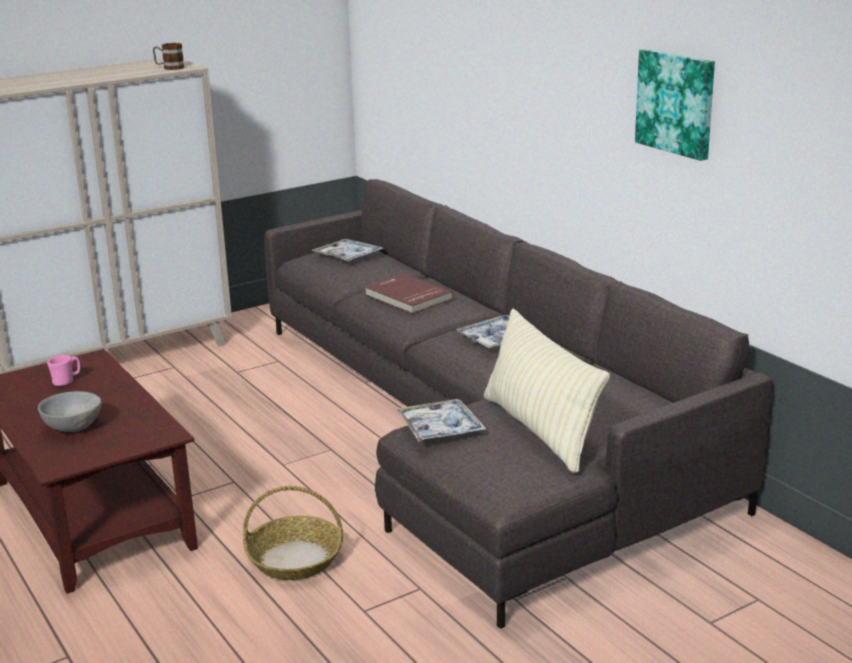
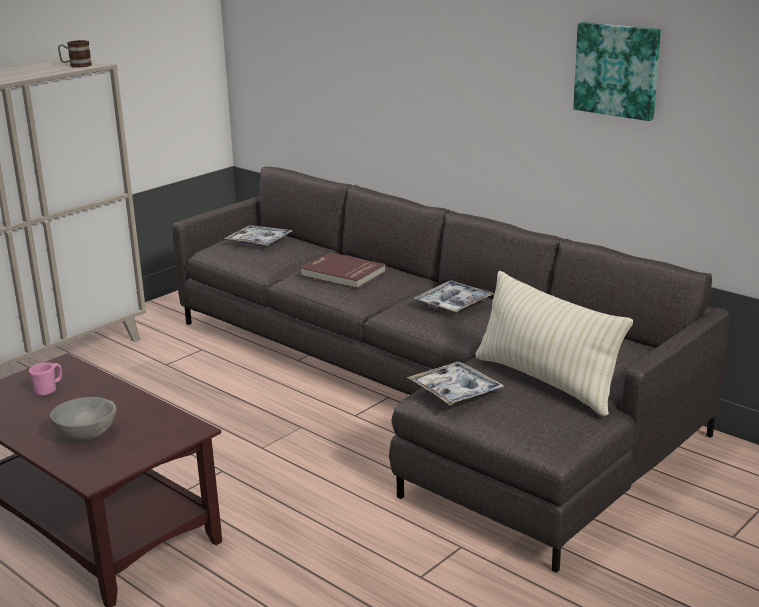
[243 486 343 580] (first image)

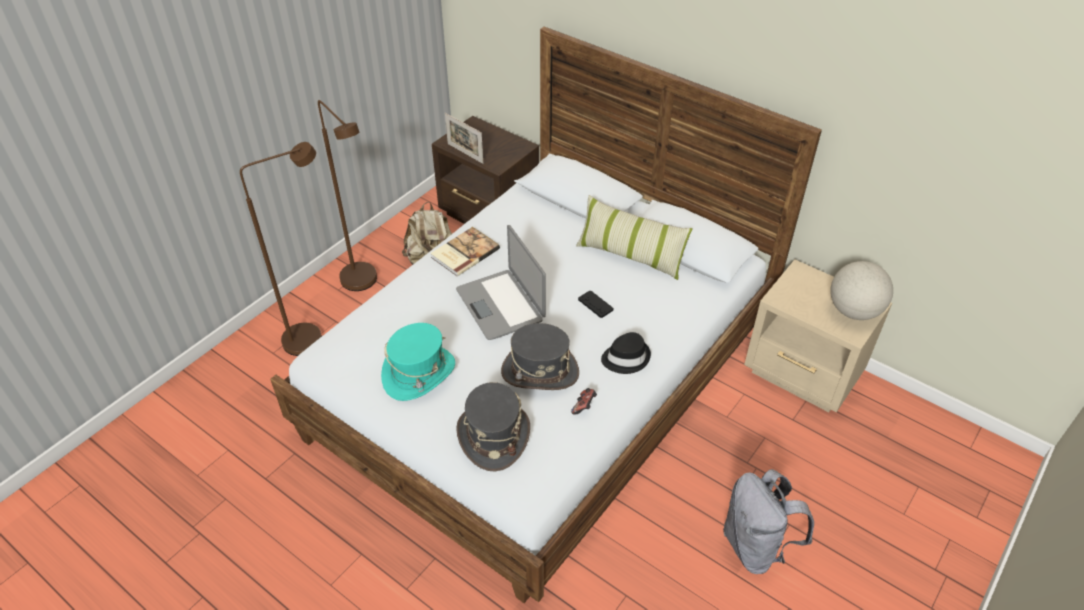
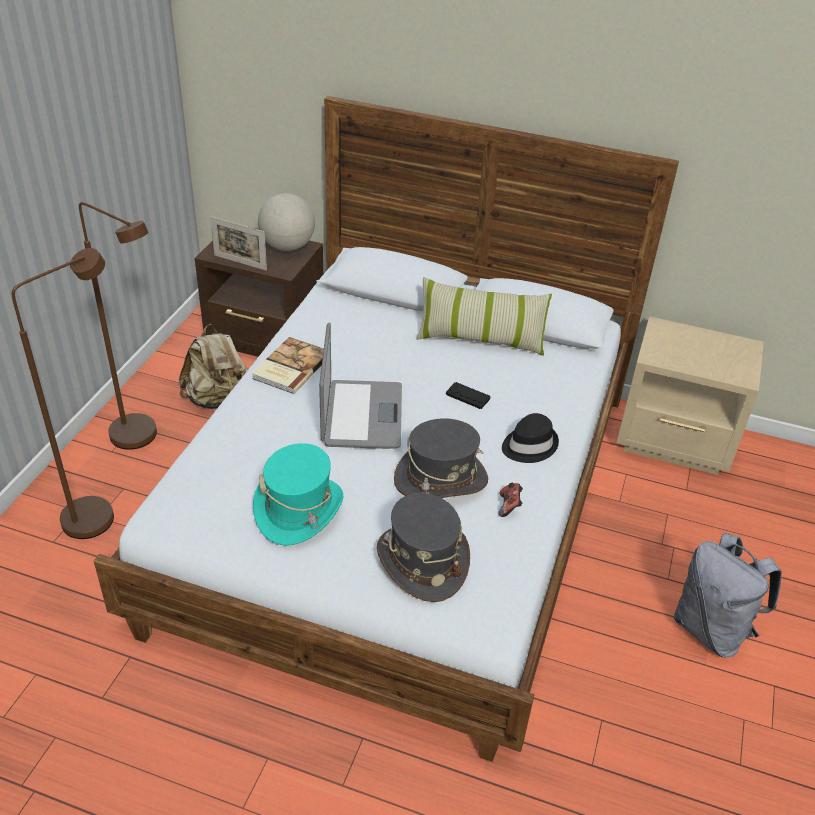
[319 323 402 449]
[258 193 315 251]

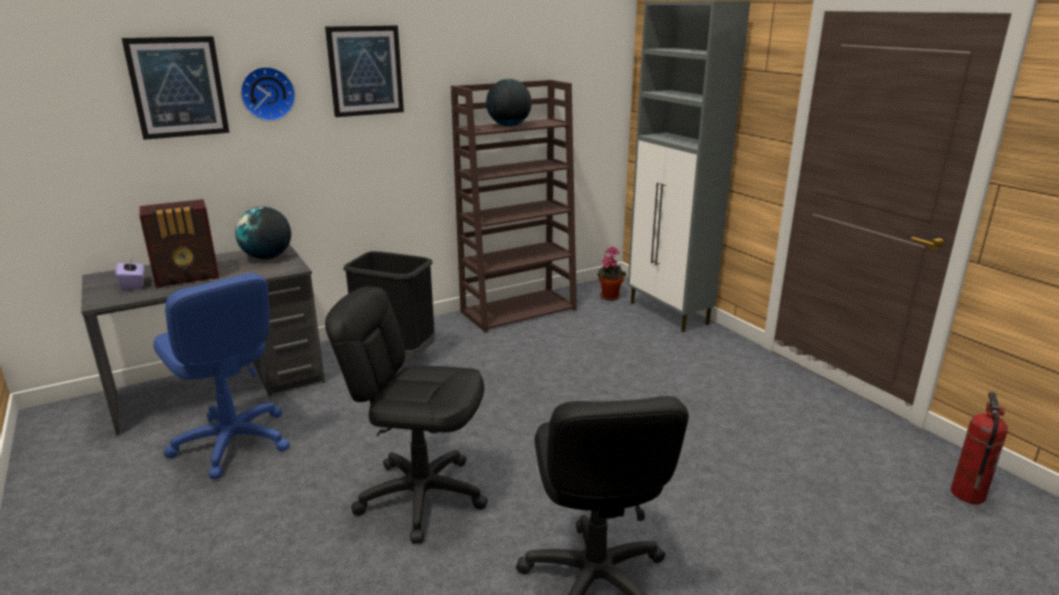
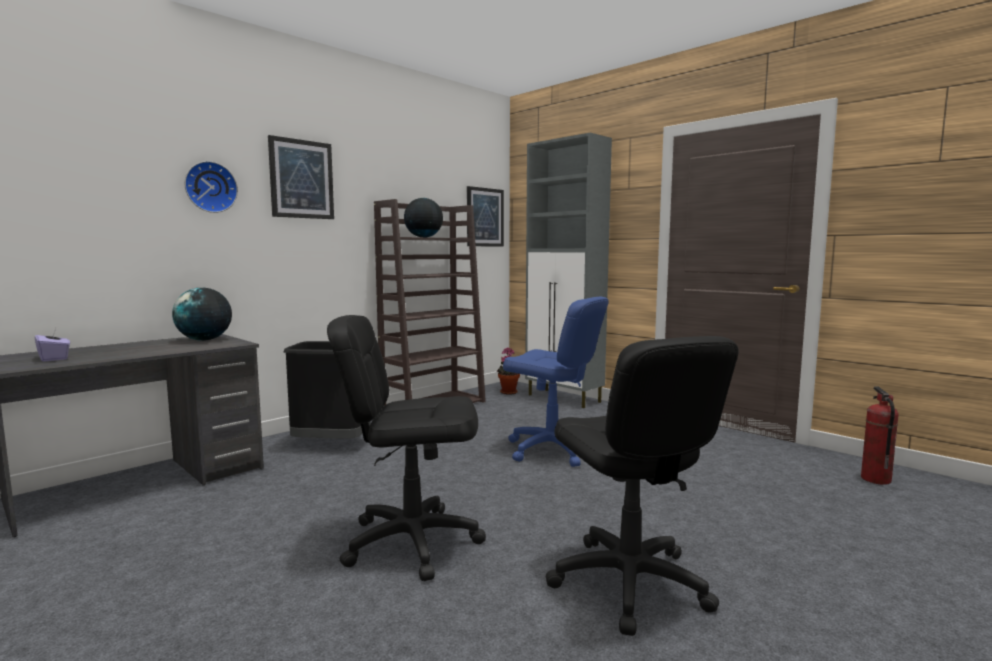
[467 186 504 247]
[139 199 219 288] (first image)
[503 297 608 467]

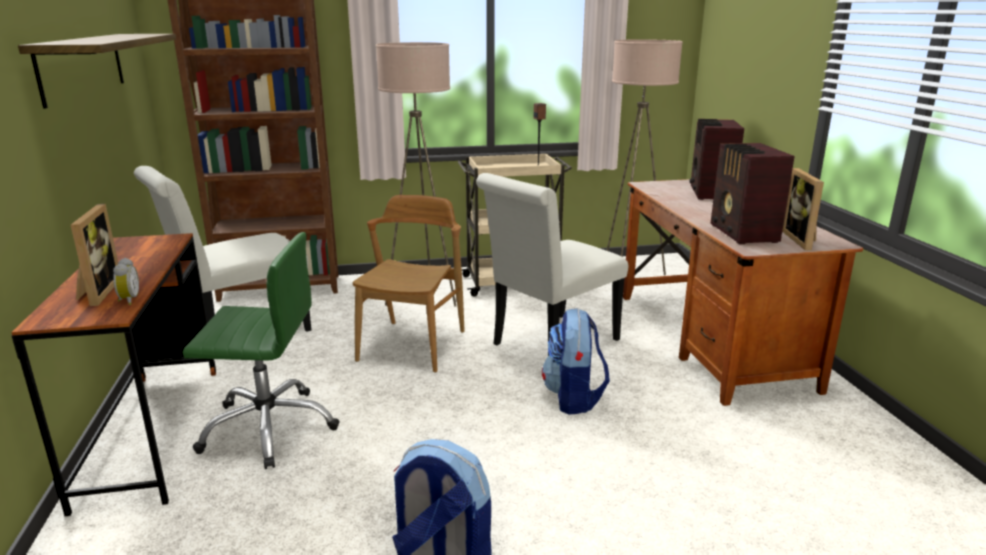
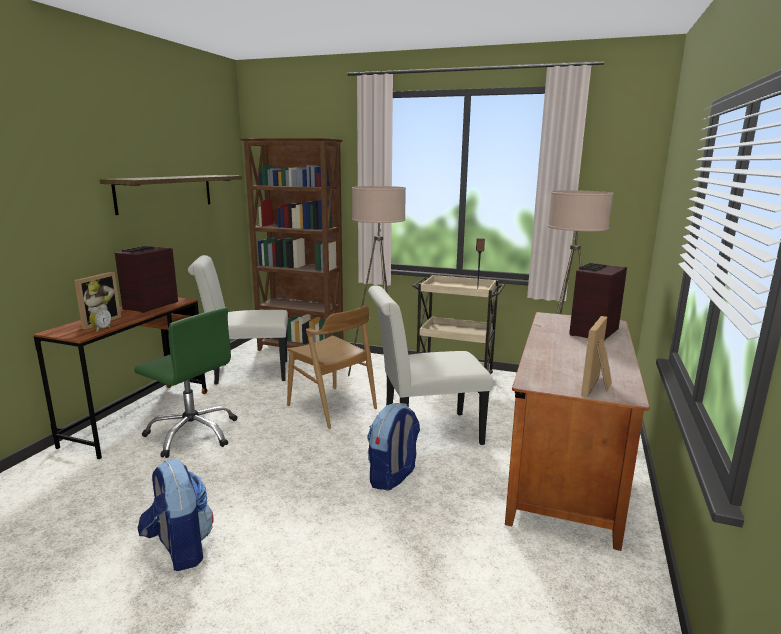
[287 306 377 429]
[115 246 178 313]

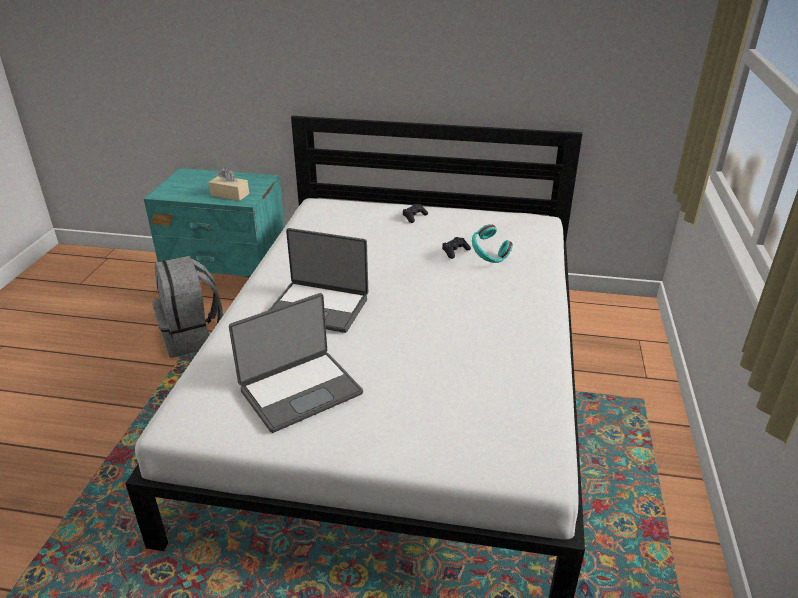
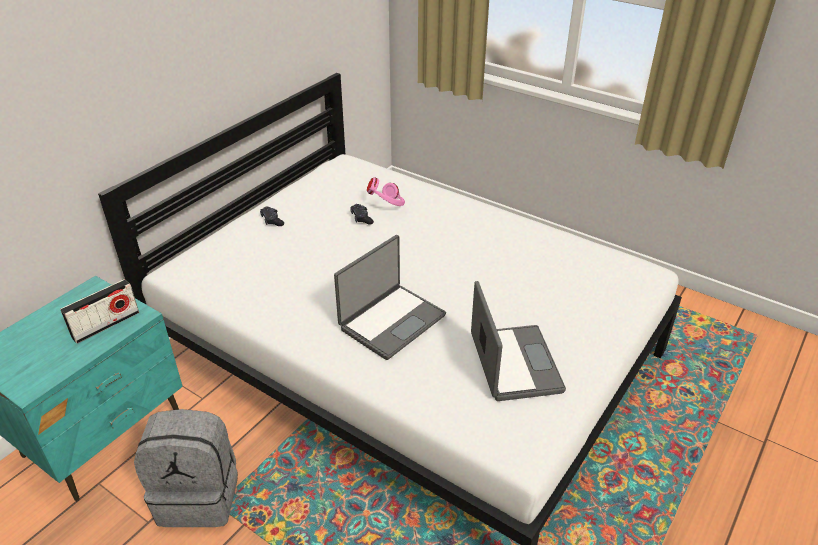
[60 279 139 344]
[367 177 405 206]

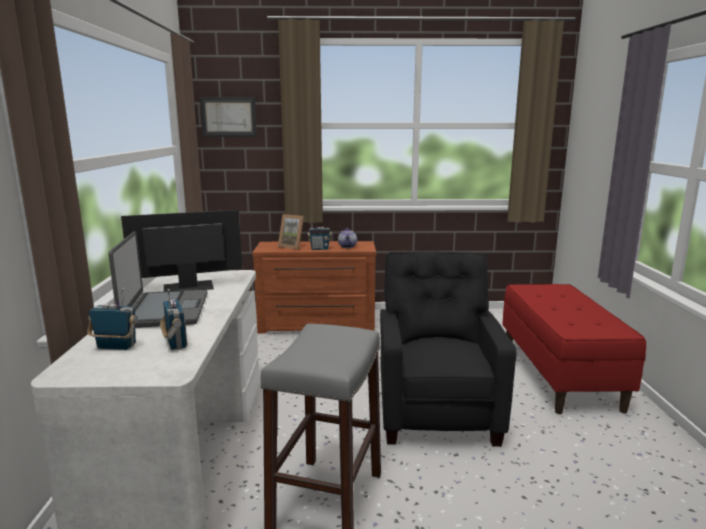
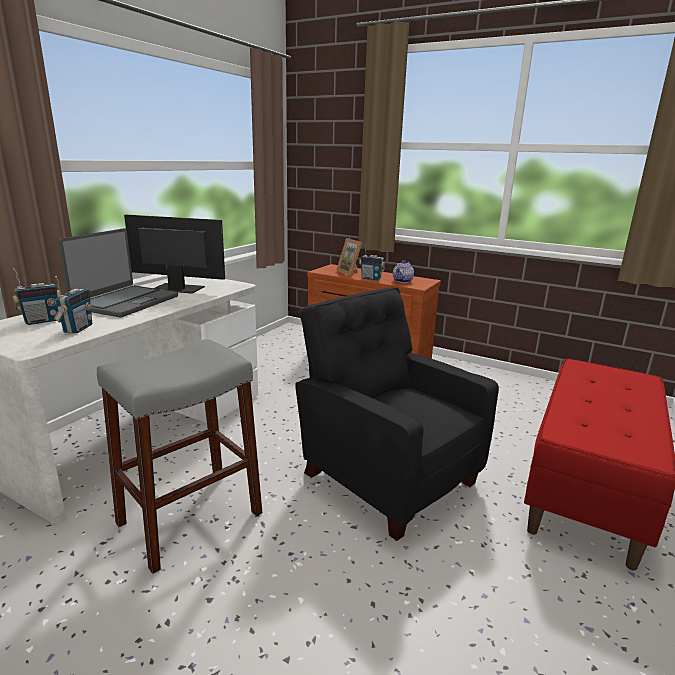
[12 268 60 325]
[200 97 257 137] (first image)
[295 287 499 541]

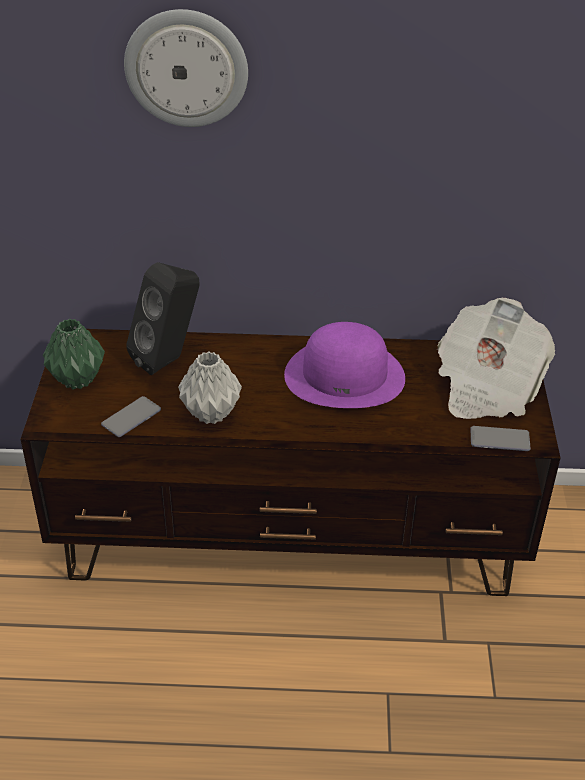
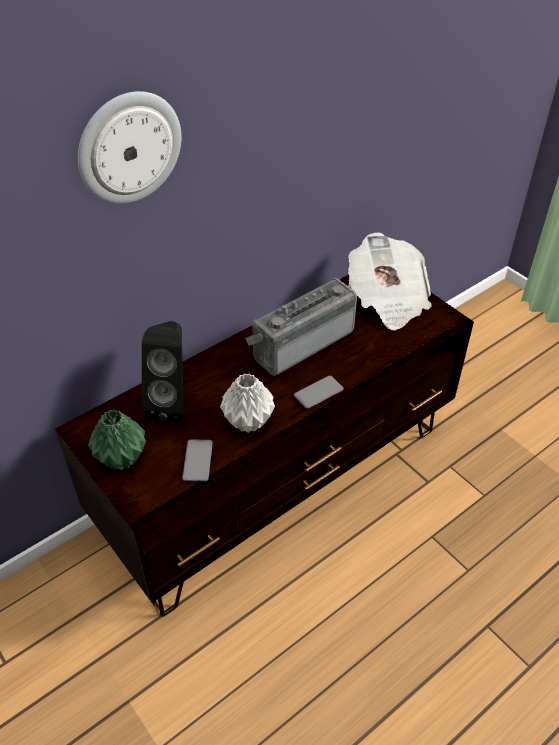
[245 278 357 376]
[294 376 344 409]

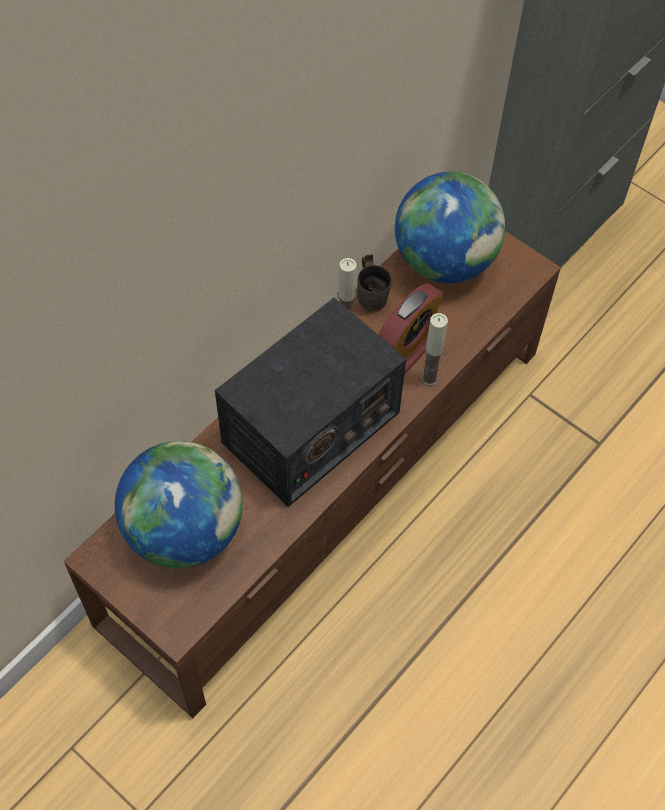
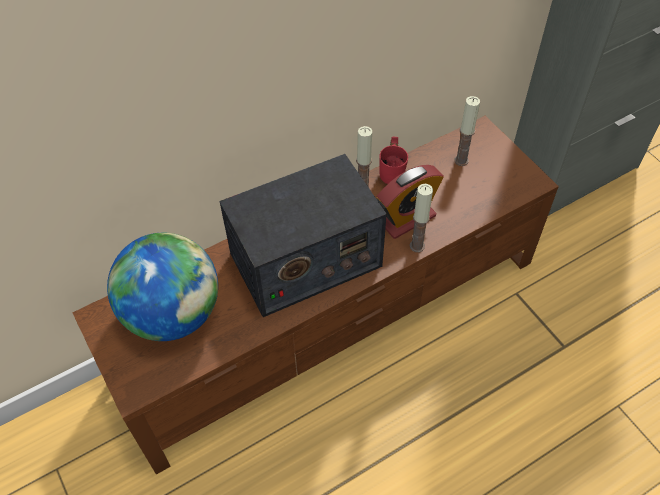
[379 137 408 184]
[454 96 480 166]

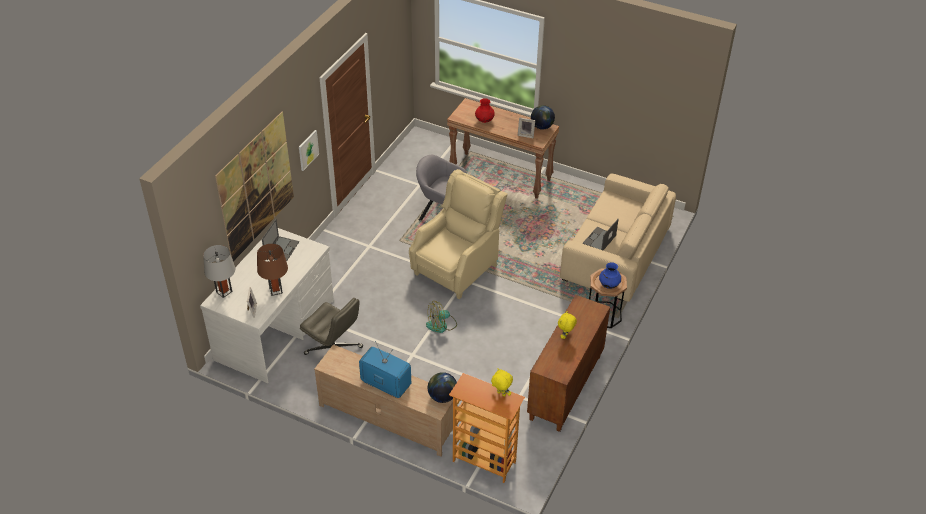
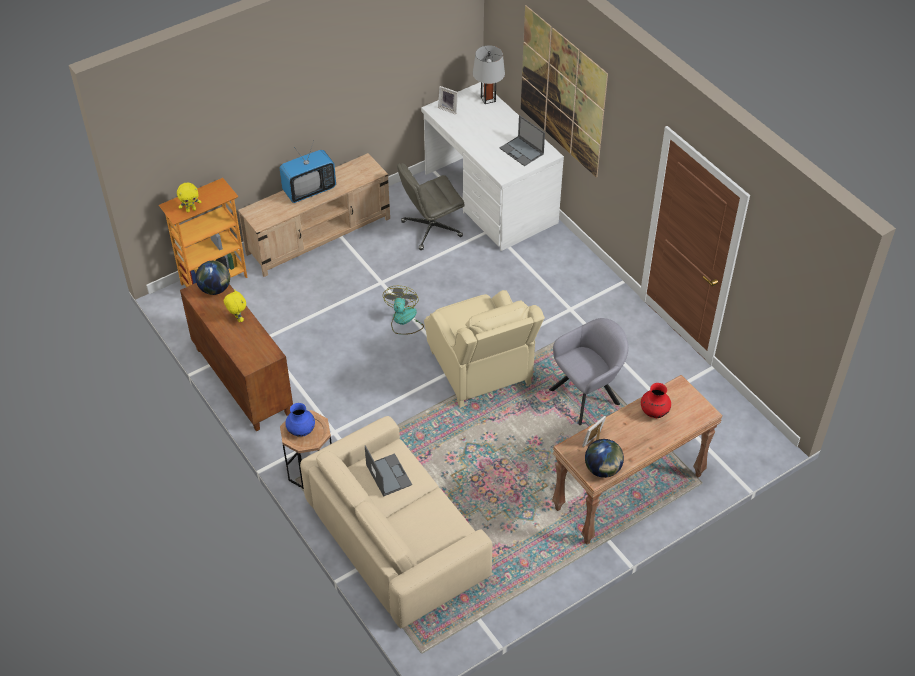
[257 244 288 296] (first image)
[299 130 319 171] (first image)
[195 261 230 295]

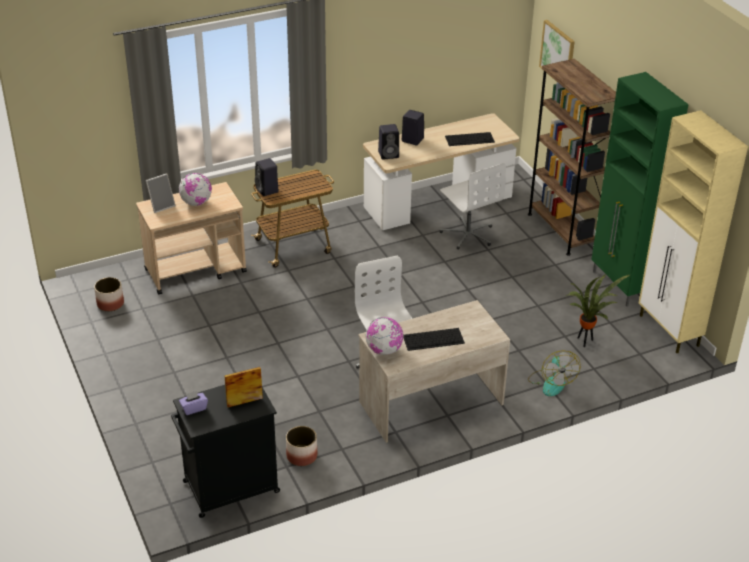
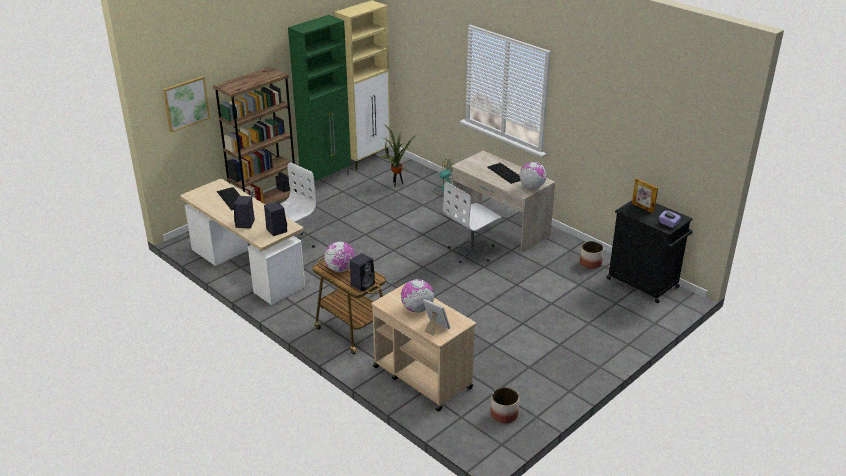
[324 241 355 273]

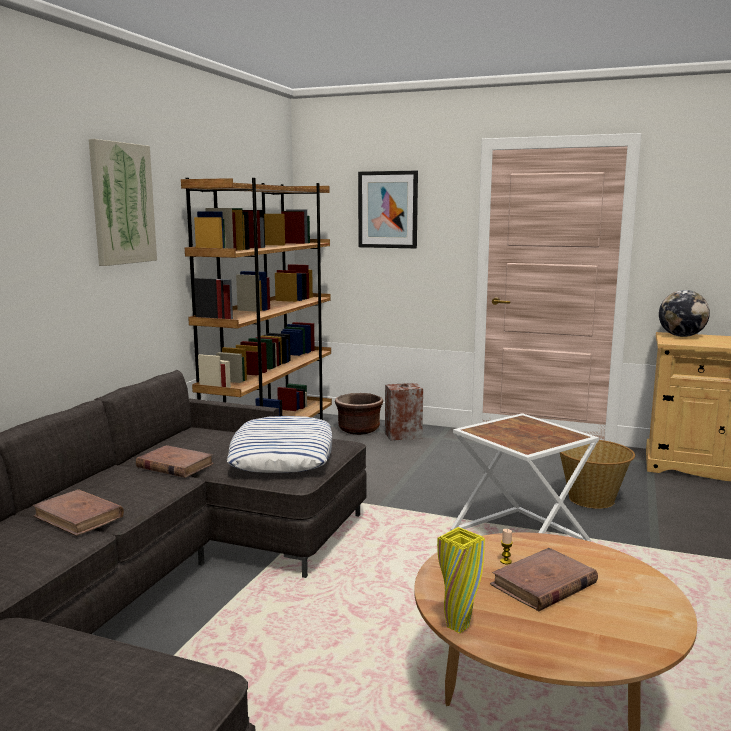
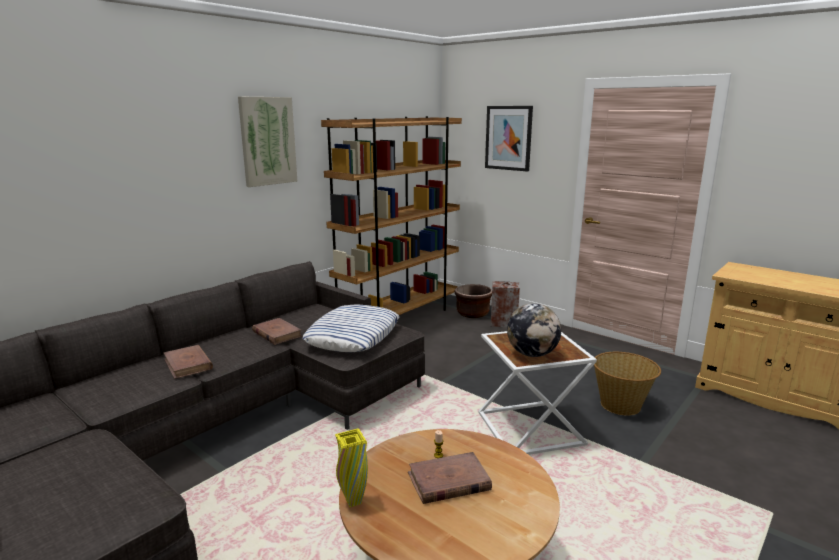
[507 303 561 357]

